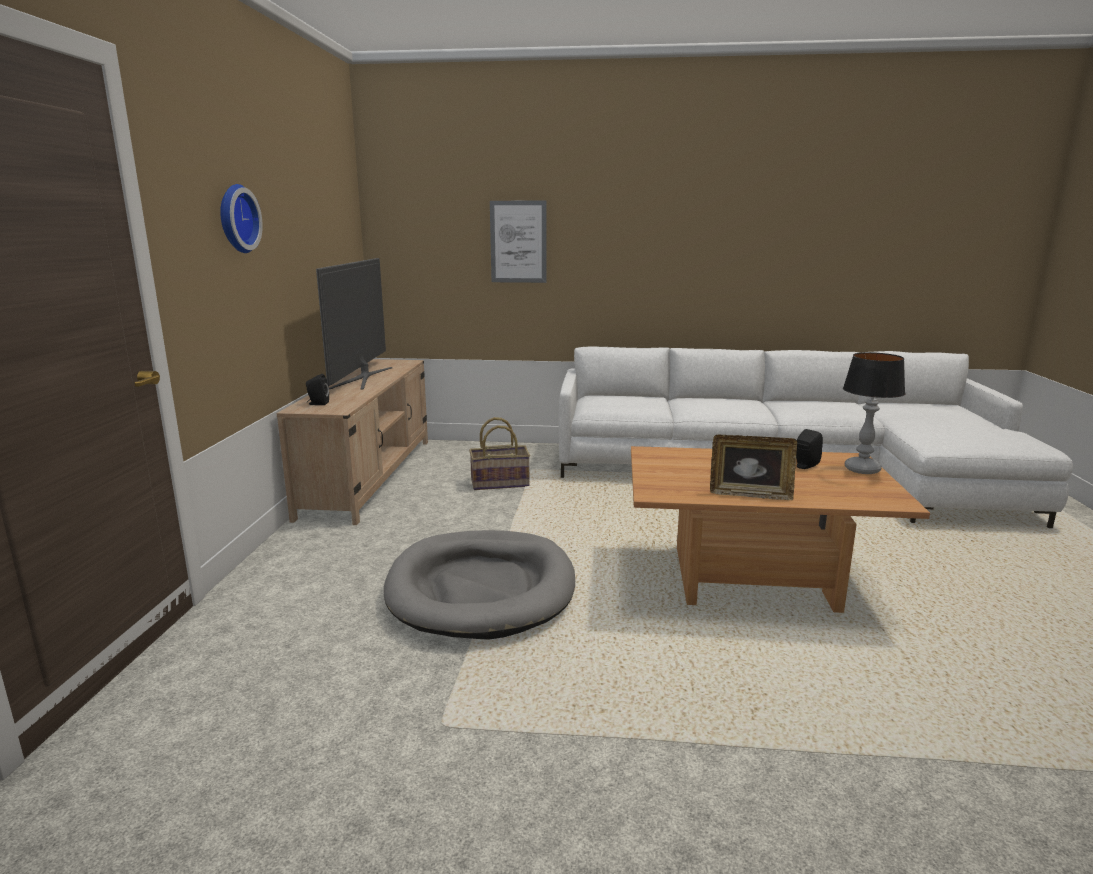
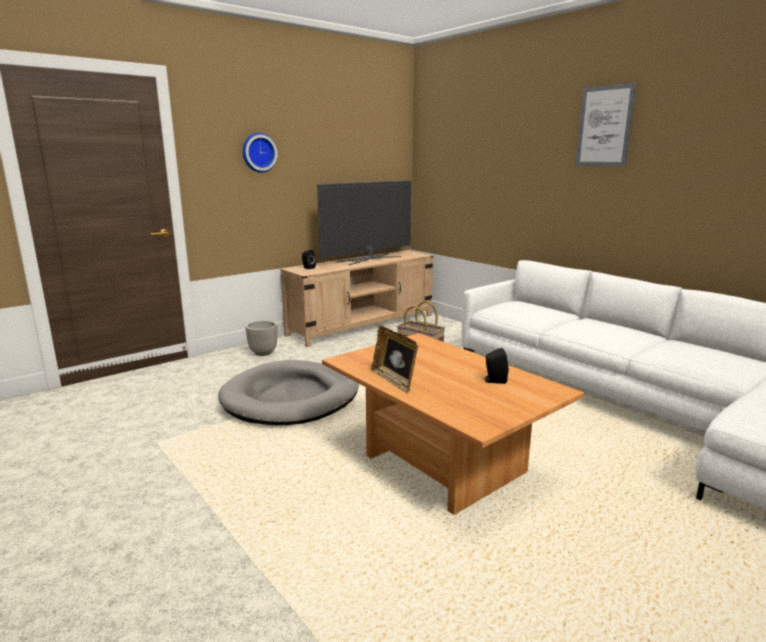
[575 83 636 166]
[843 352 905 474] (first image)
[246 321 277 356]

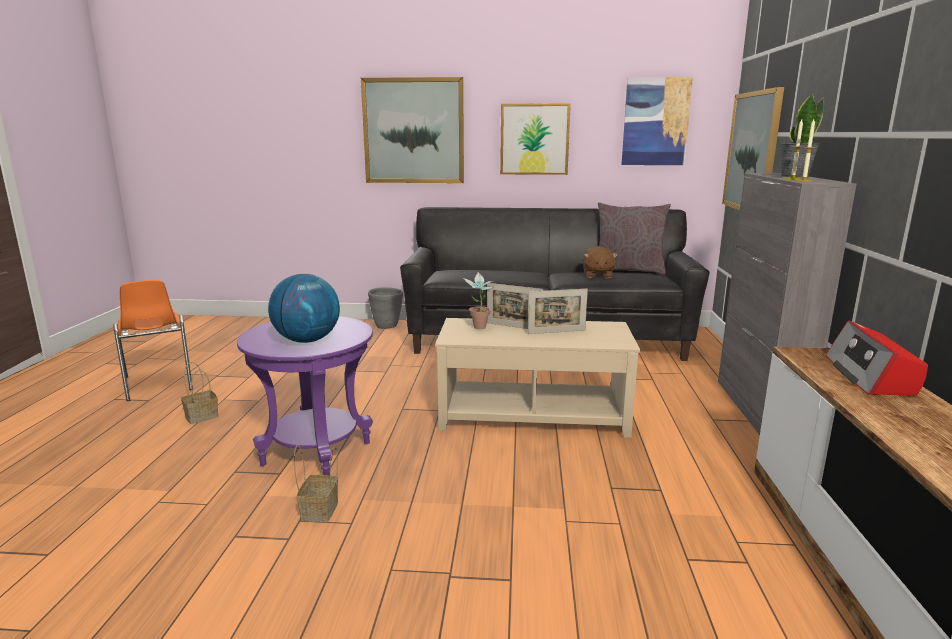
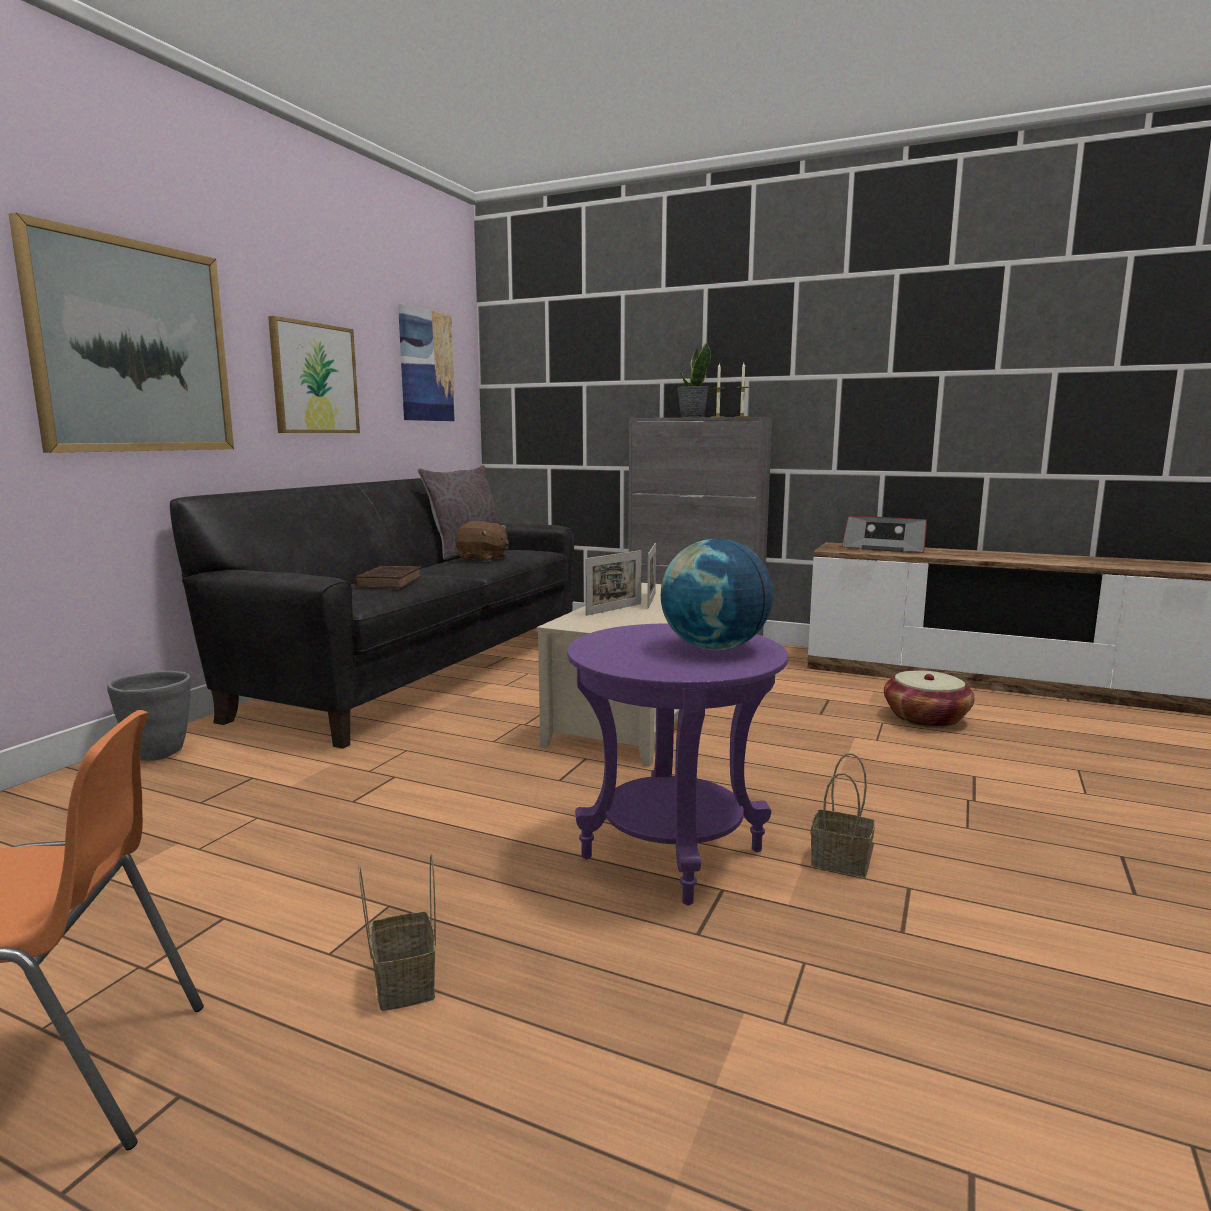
[463 272 497 329] (first image)
[722 87 784 210] (first image)
[354 566 422 589]
[884 670 975 728]

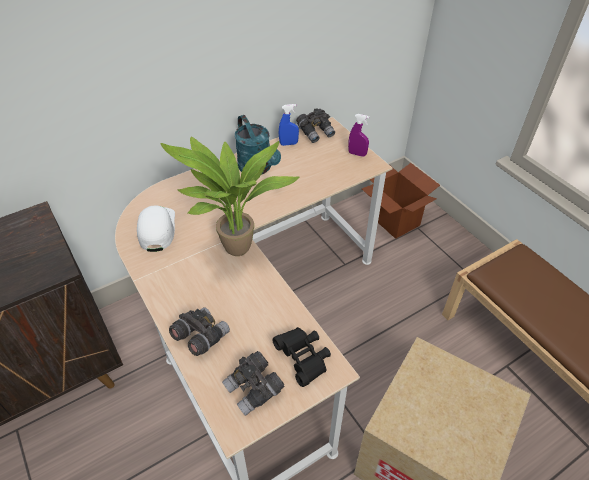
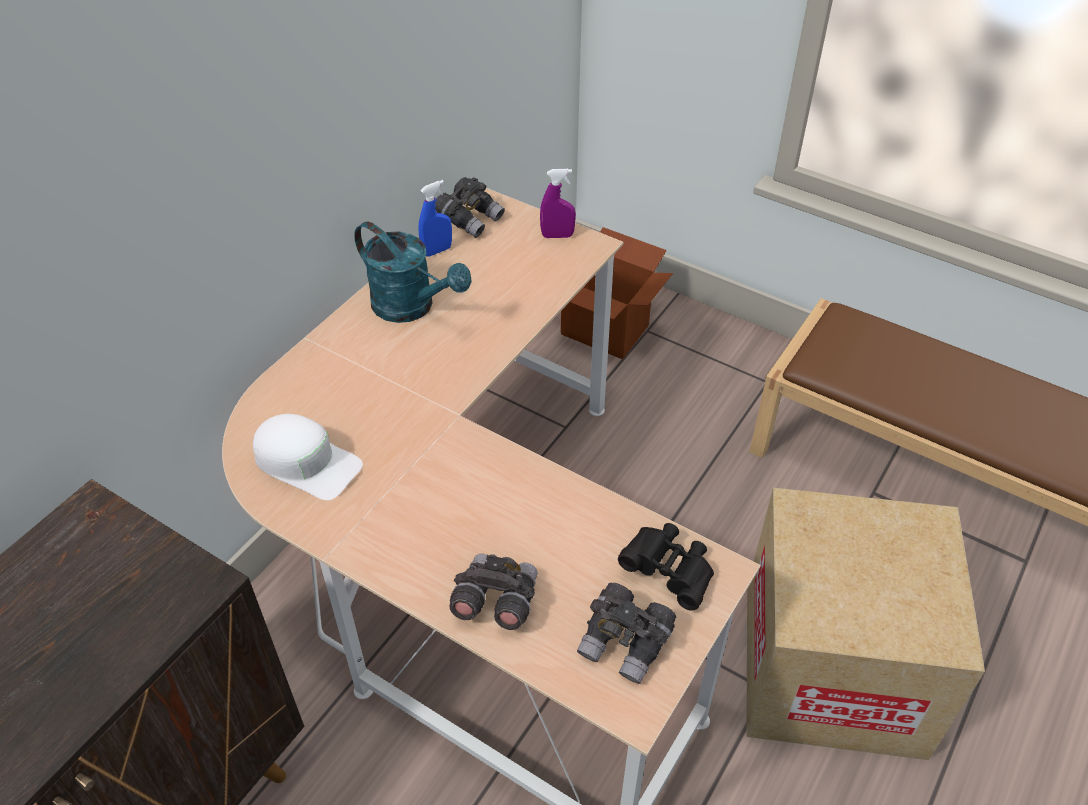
[253 414 363 500]
[160 137 299 256] (first image)

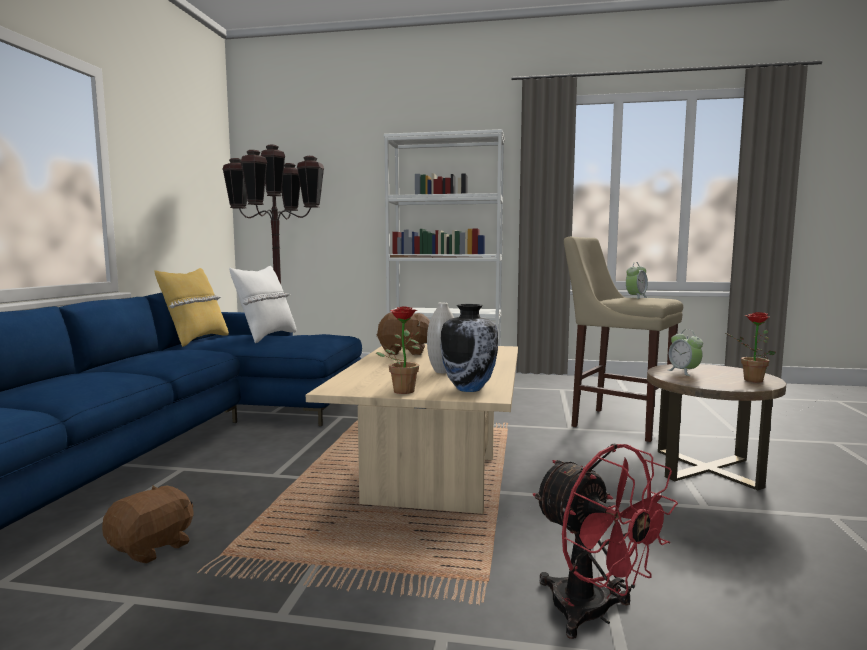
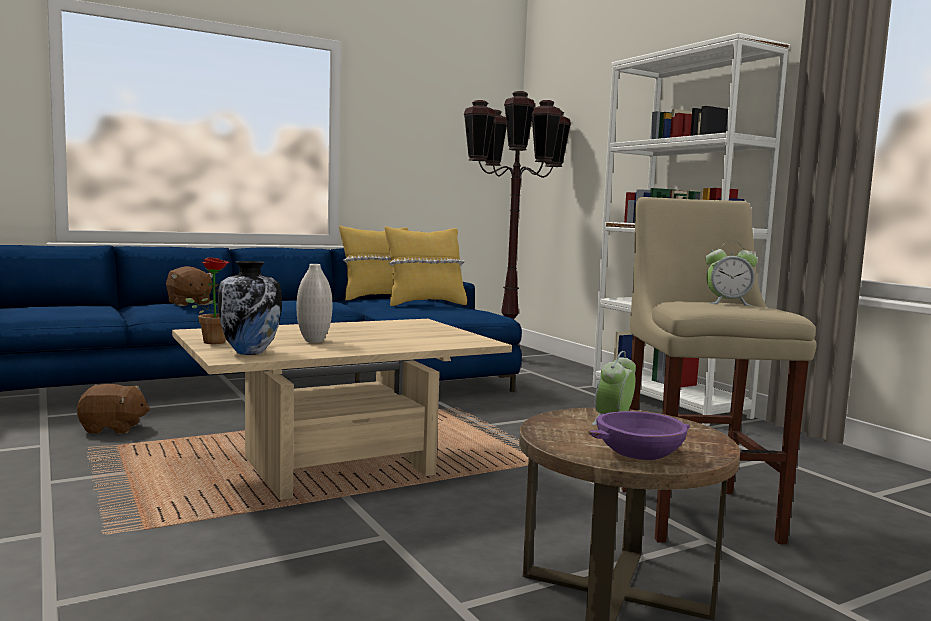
[385 226 467 306]
[166 266 213 306]
[533 443 678 639] (first image)
[588 411 690 460]

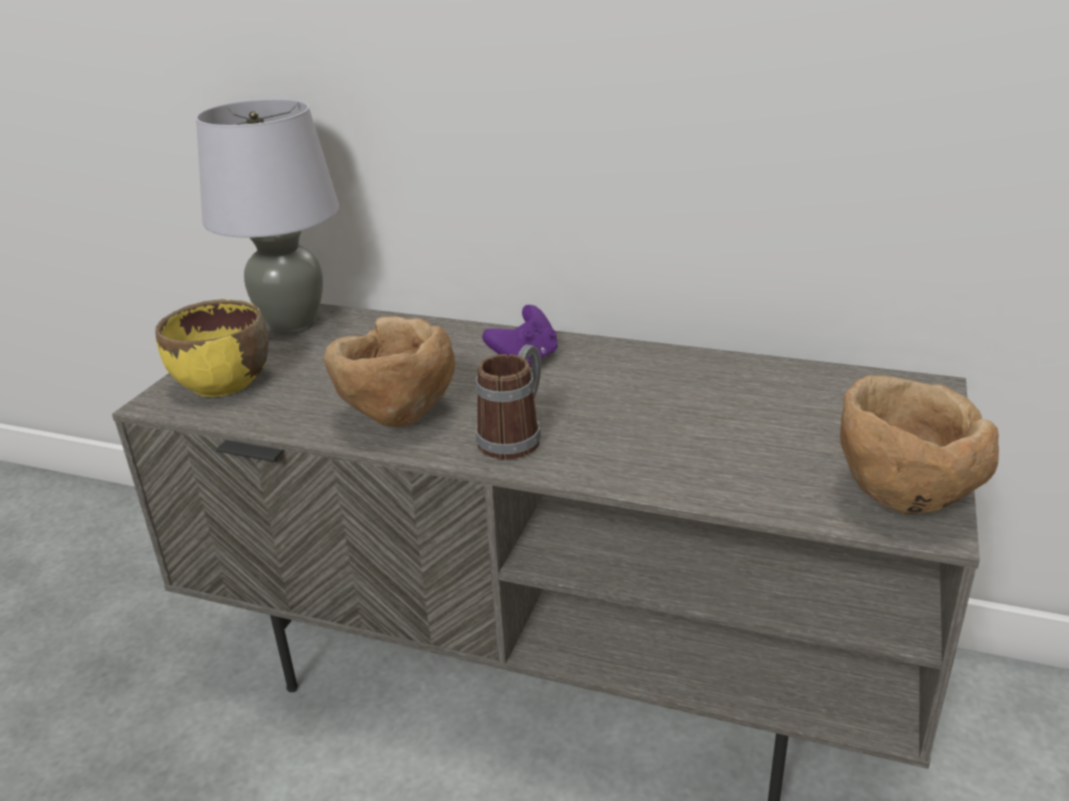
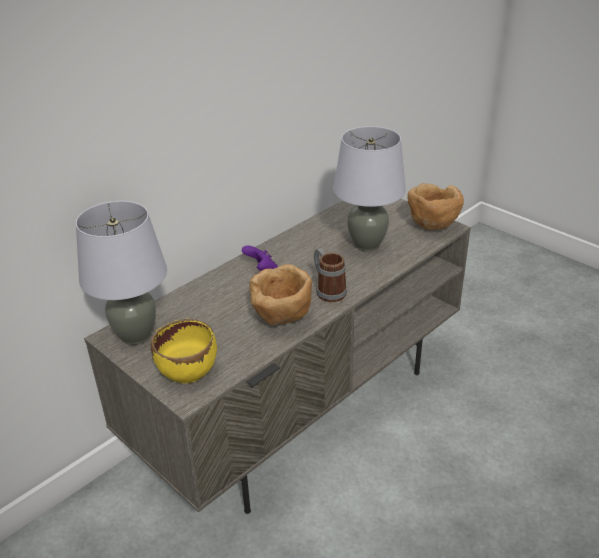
[333 126 406 252]

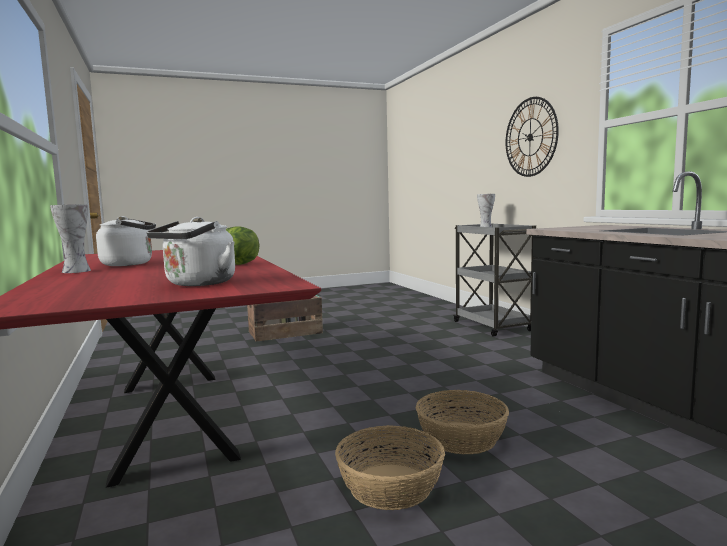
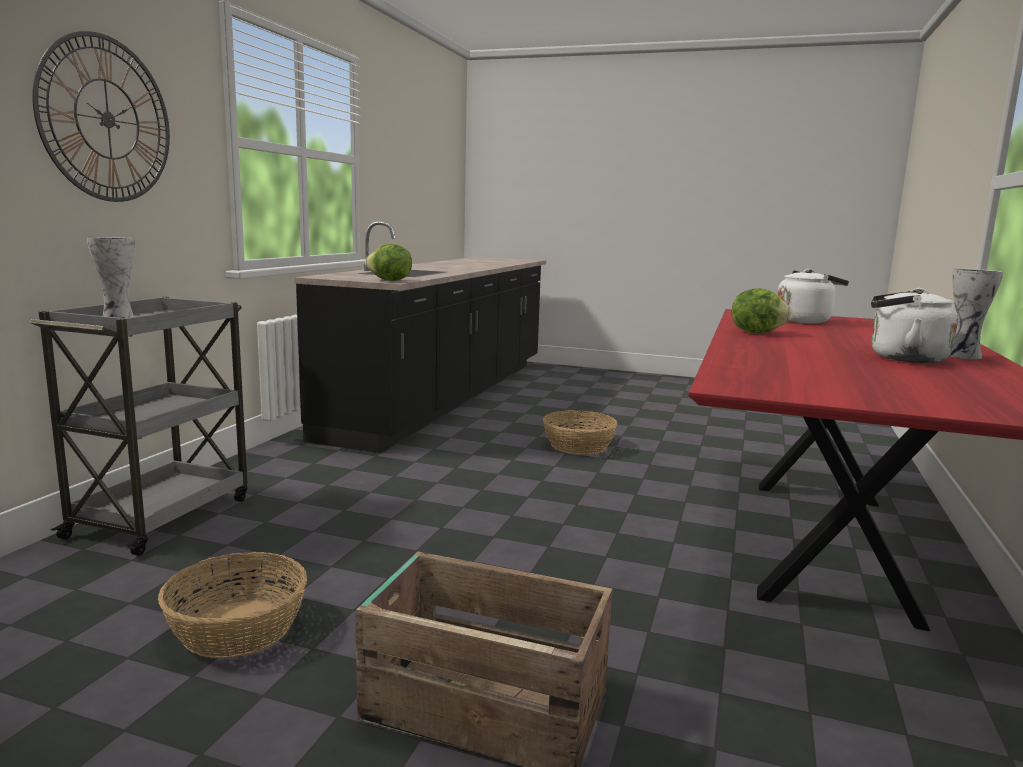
[158 552 307 658]
[365 244 412 281]

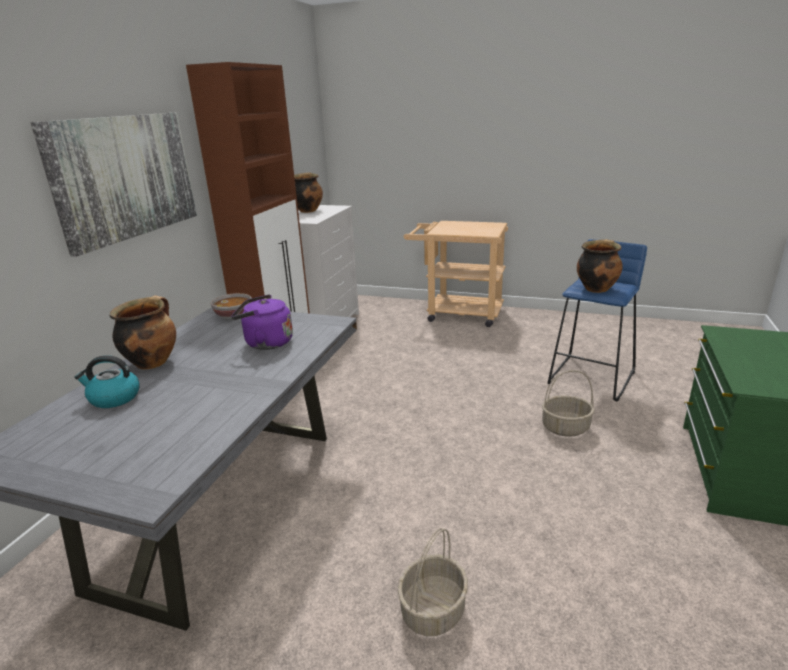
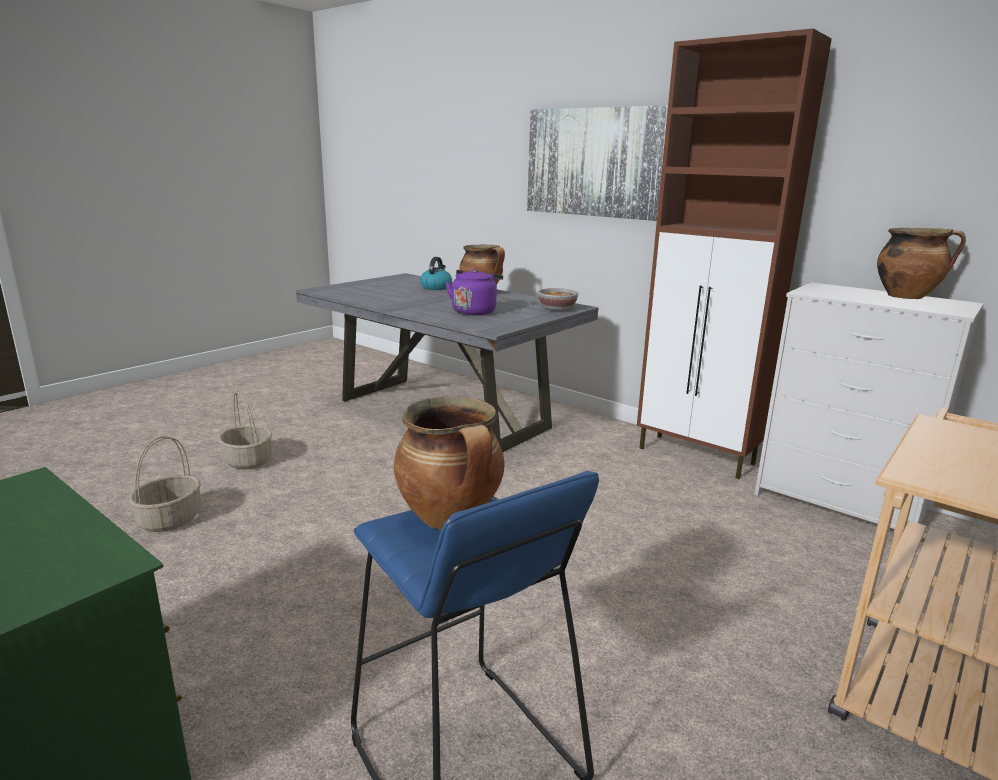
[129 436 201 532]

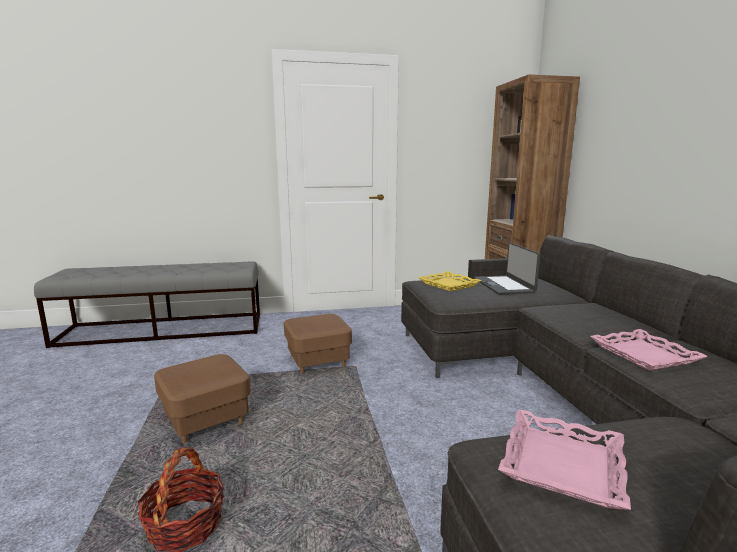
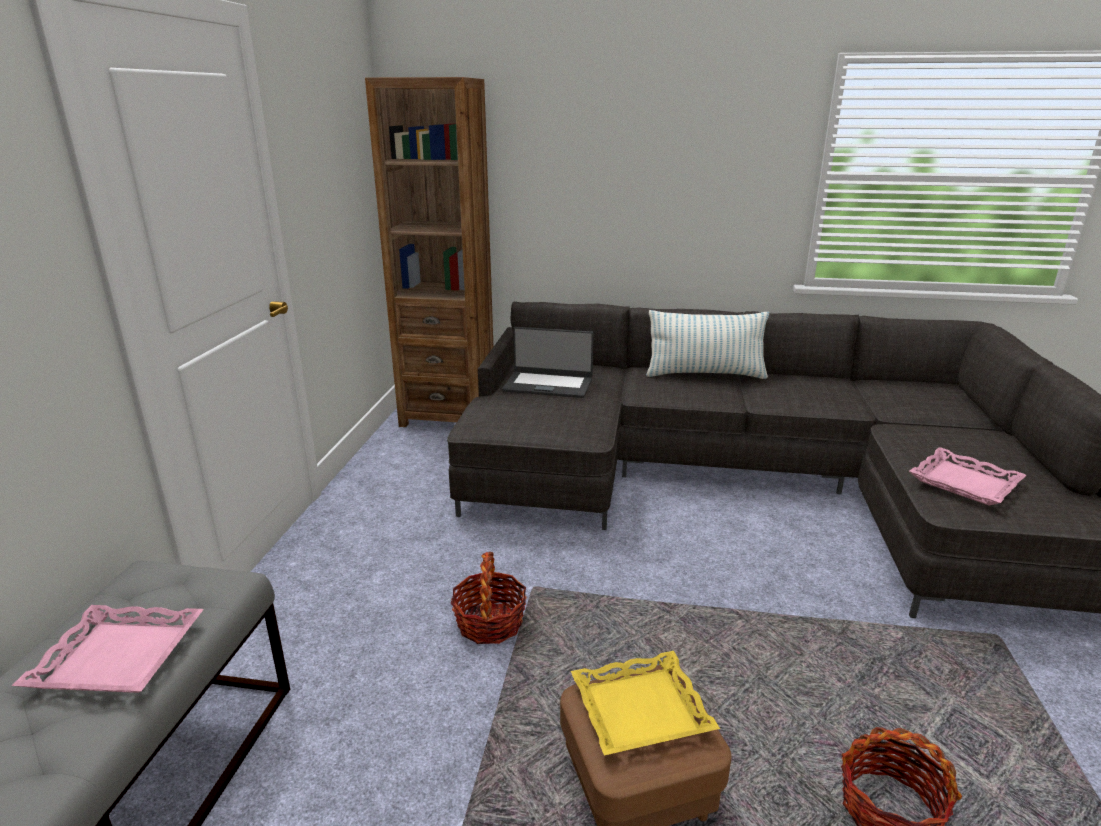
[451 552 527 644]
[571 651 720 755]
[12 605 204 693]
[646 310 769 379]

